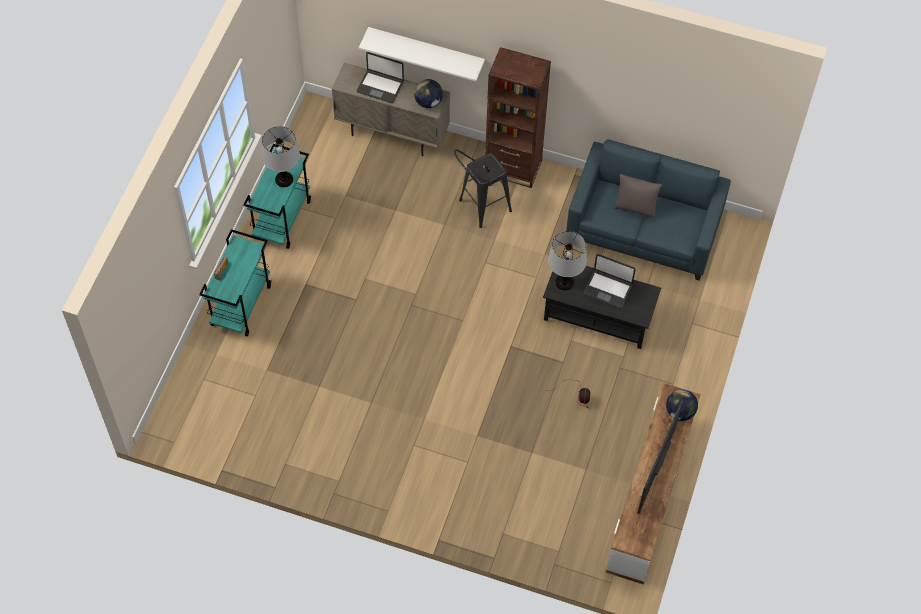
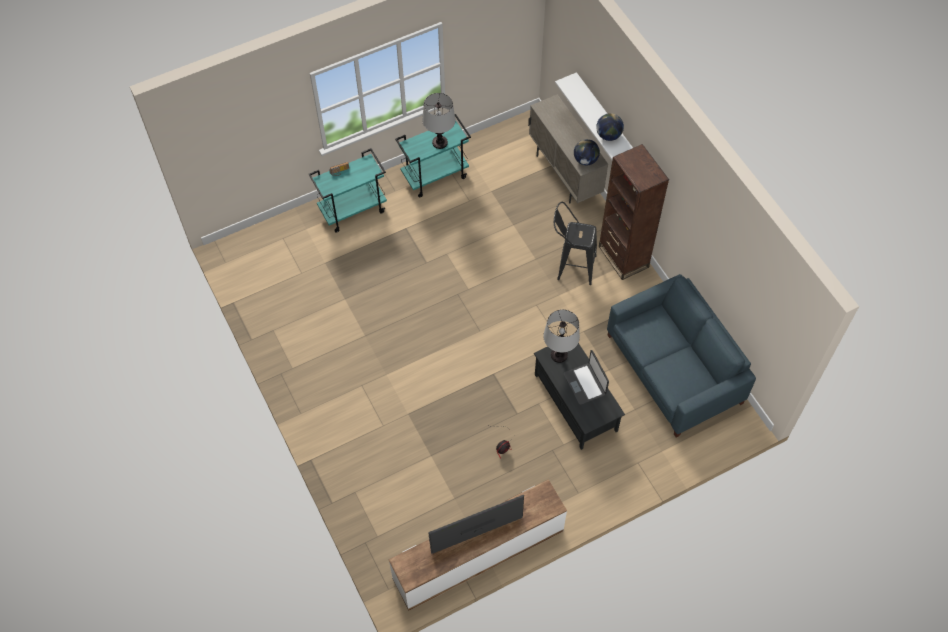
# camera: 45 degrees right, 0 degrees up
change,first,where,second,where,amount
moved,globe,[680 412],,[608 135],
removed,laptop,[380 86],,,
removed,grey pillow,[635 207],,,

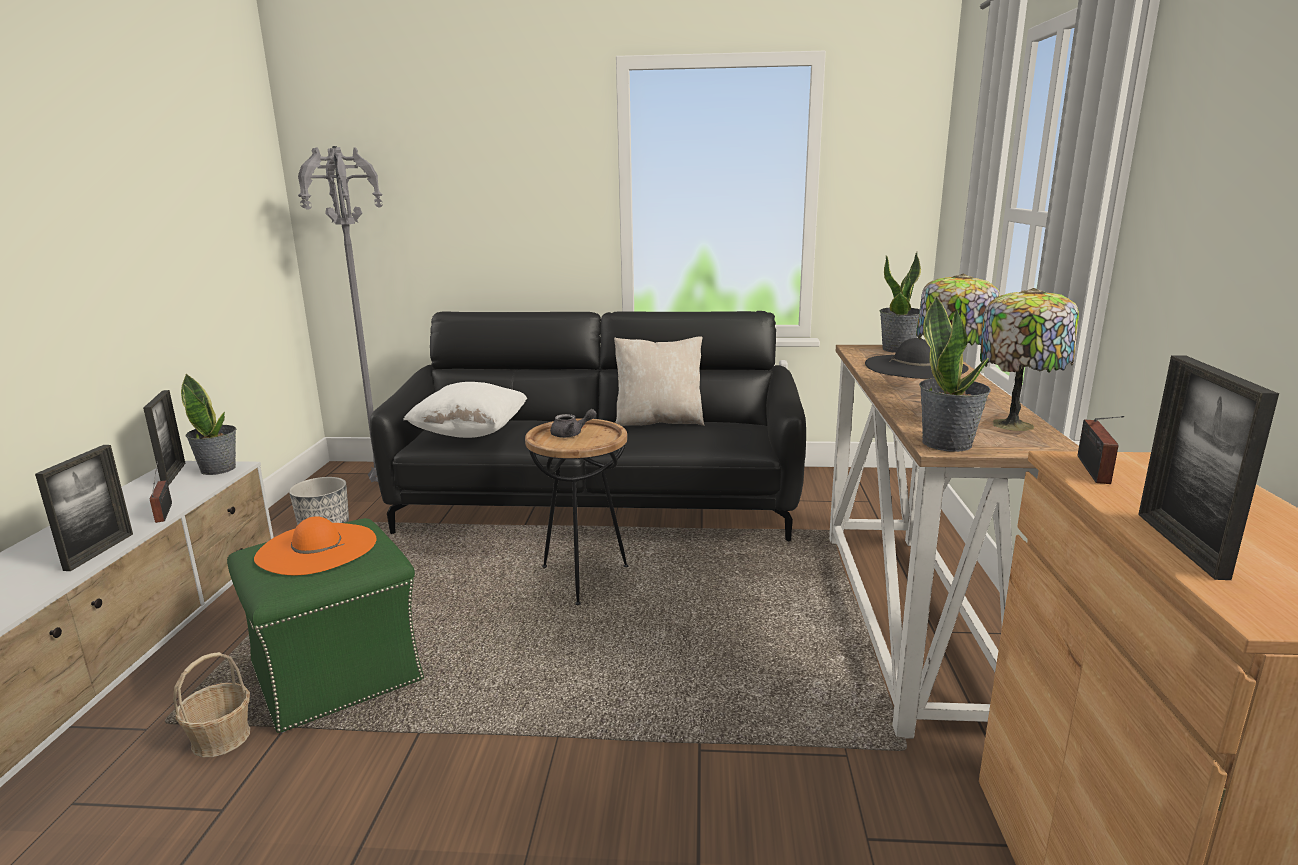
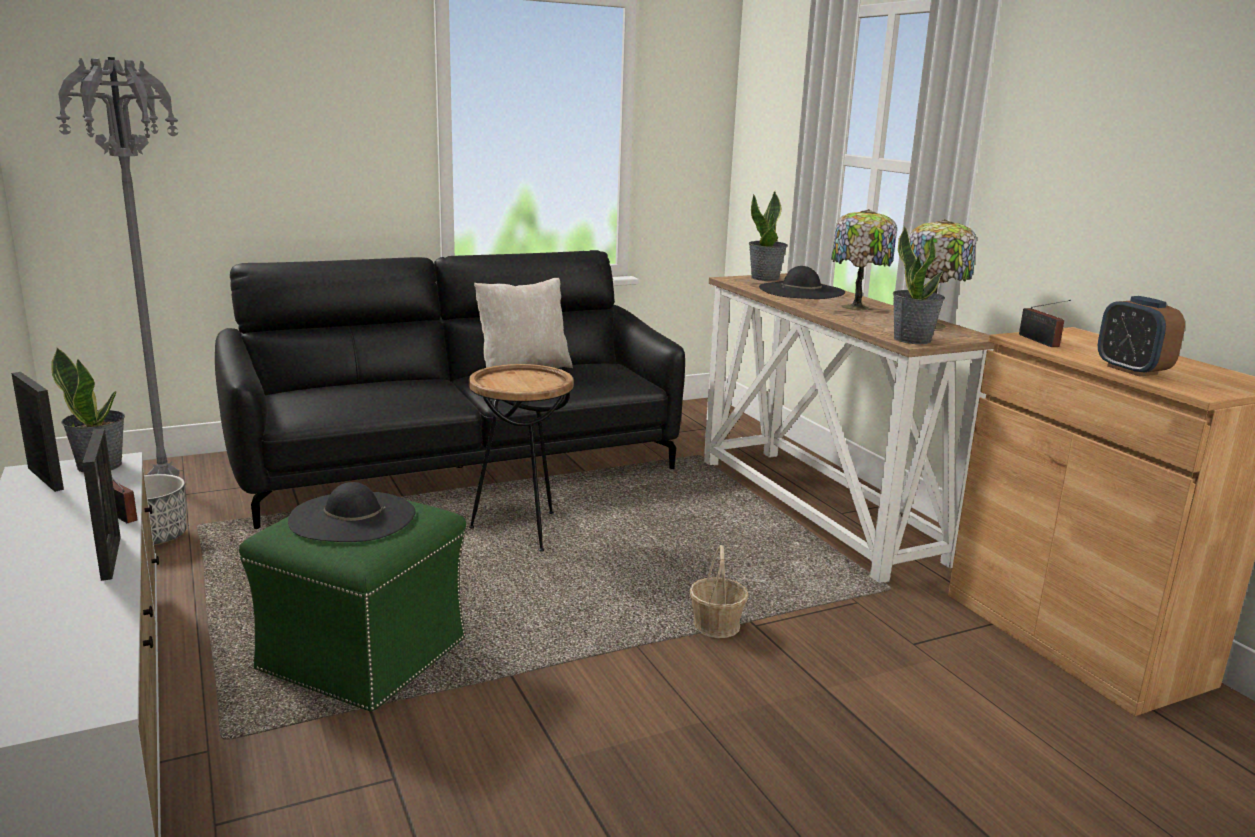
# camera: 30 degrees left, 0 degrees up
change,first,where,second,where,amount
recoloured,orange hat,[316 548],black hat,[352 517],
moved,basket,[221 738],,[716 625],
replaced,picture frame,[1180 544],alarm clock,[1132 370],
removed,white pillow,[470 433],,,
removed,grey teapot,[571 434],,,

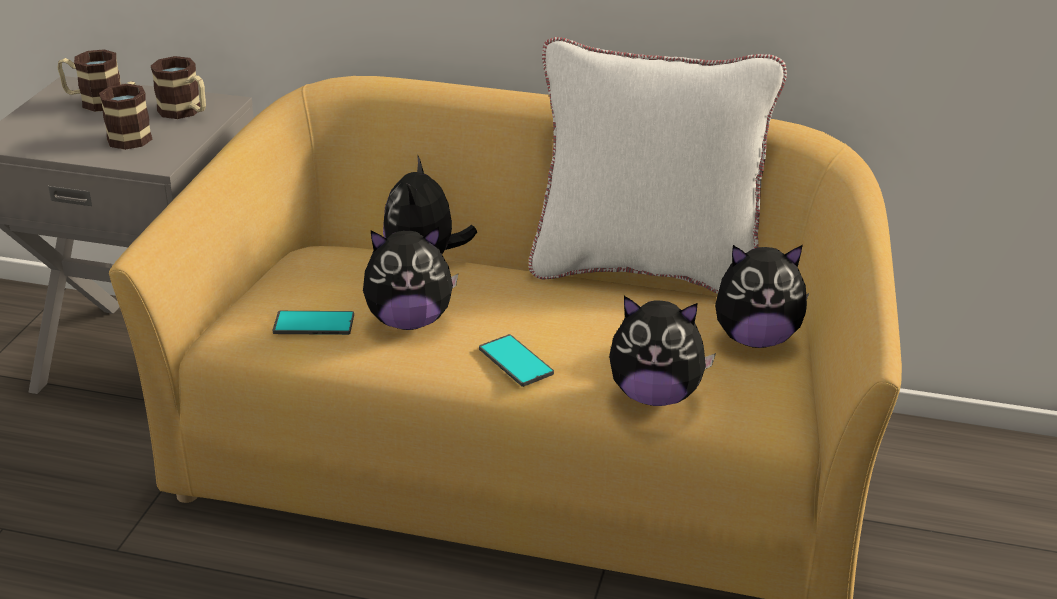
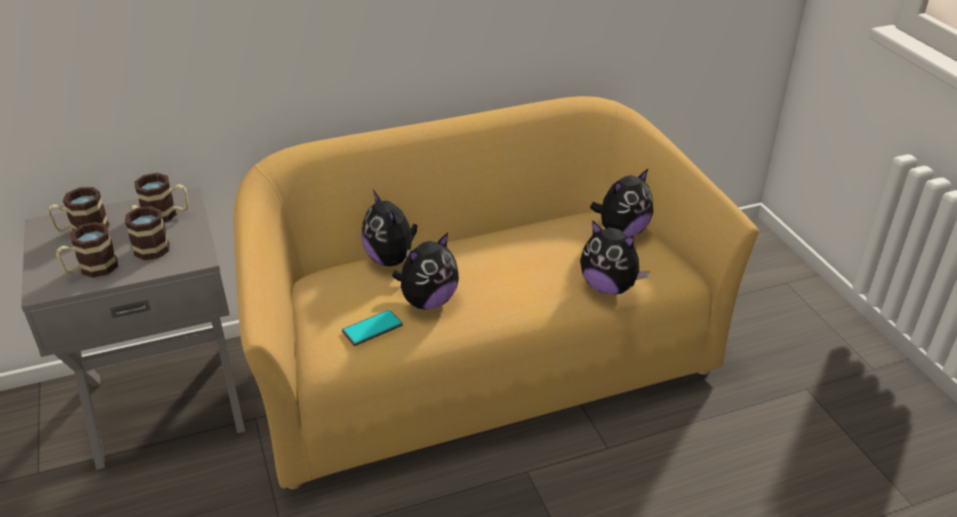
# camera: 35 degrees left, 5 degrees up
change,first,where,second,where,amount
added,,,mug,[91 269],
turned,plush toy,[656 396],,[609 287],60 degrees clockwise
removed,phone,[515 361],,,
removed,white pillow,[648 270],,,

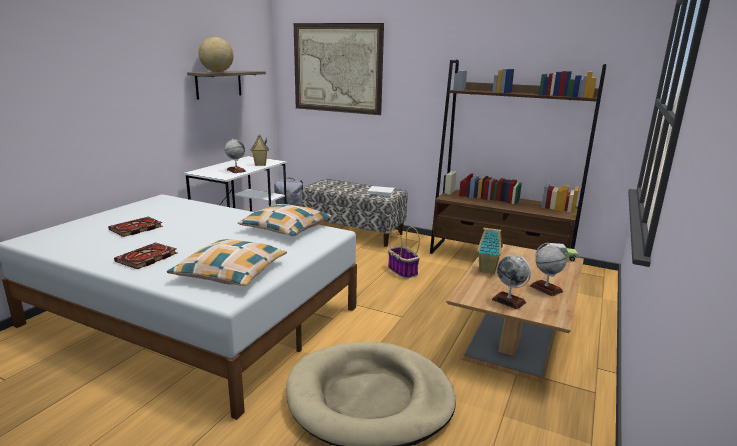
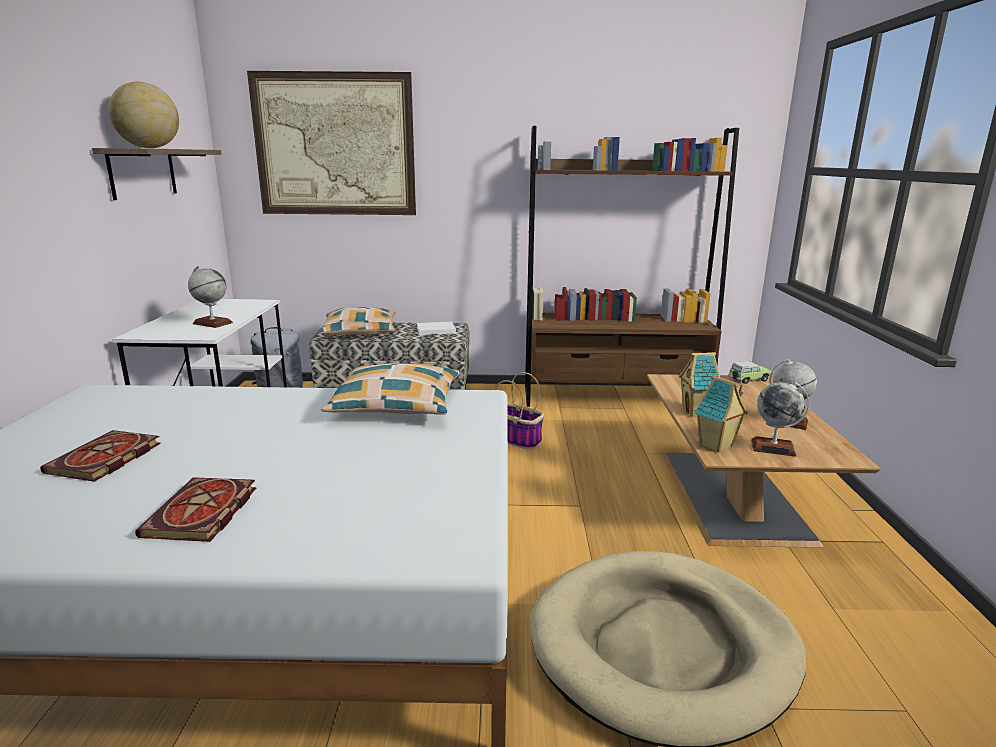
# camera: 25 degrees left, 0 degrees up
change,first,where,second,where,amount
moved,pillow,[231 272],,[359 332],
moved,toy house,[260 165],,[716 446],

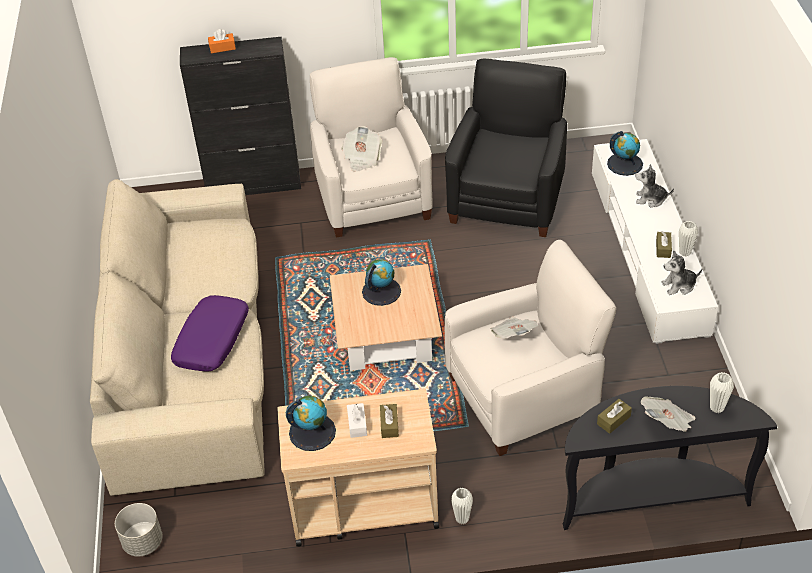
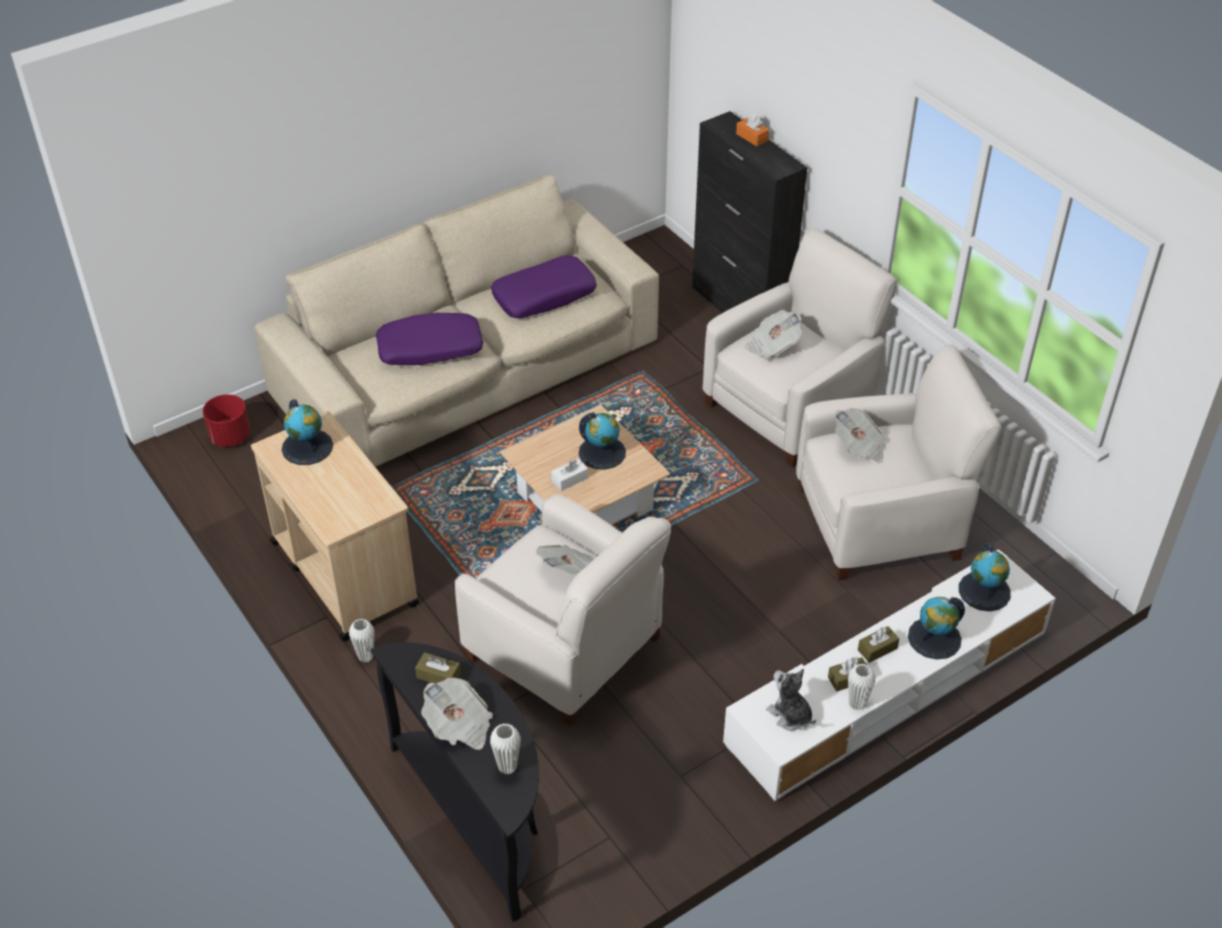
# camera: 60 degrees right, 0 degrees up
change,first,where,second,where,amount
recoloured,grey planter,[143 542],red planter,[230 437],
added,,,purple pillow,[544 295],
moved,white tissue box,[357 424],,[569 479],
recoloured,black armchair,[507 199],white armchair,[880 522],
added,,,newspaper,[859 447],
moved,brown tissue box,[389 425],,[877 649],
replaced,plush toy,[650 199],globe,[934 638],

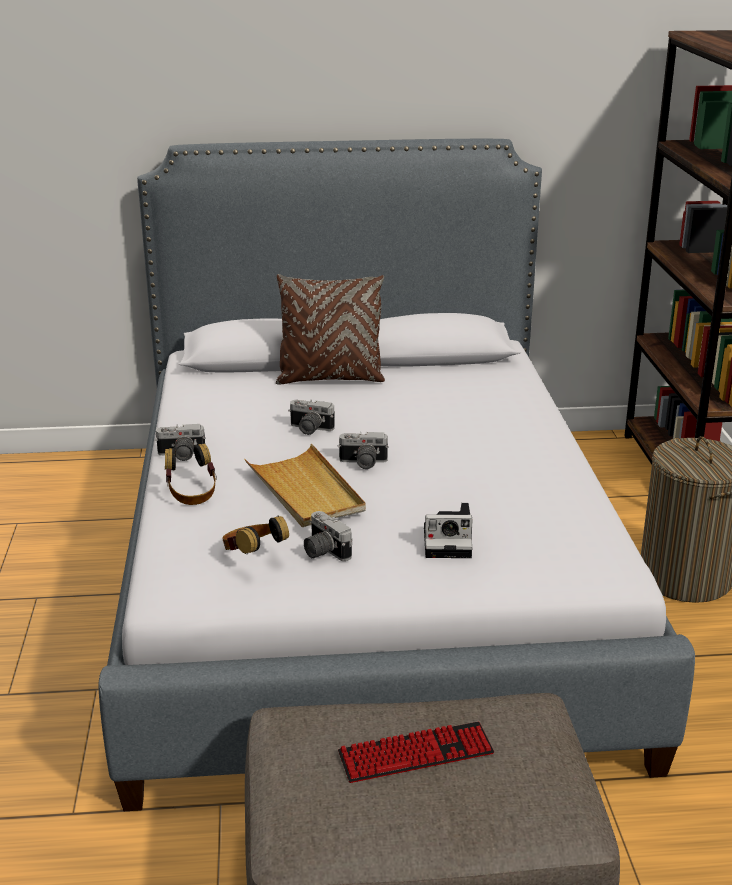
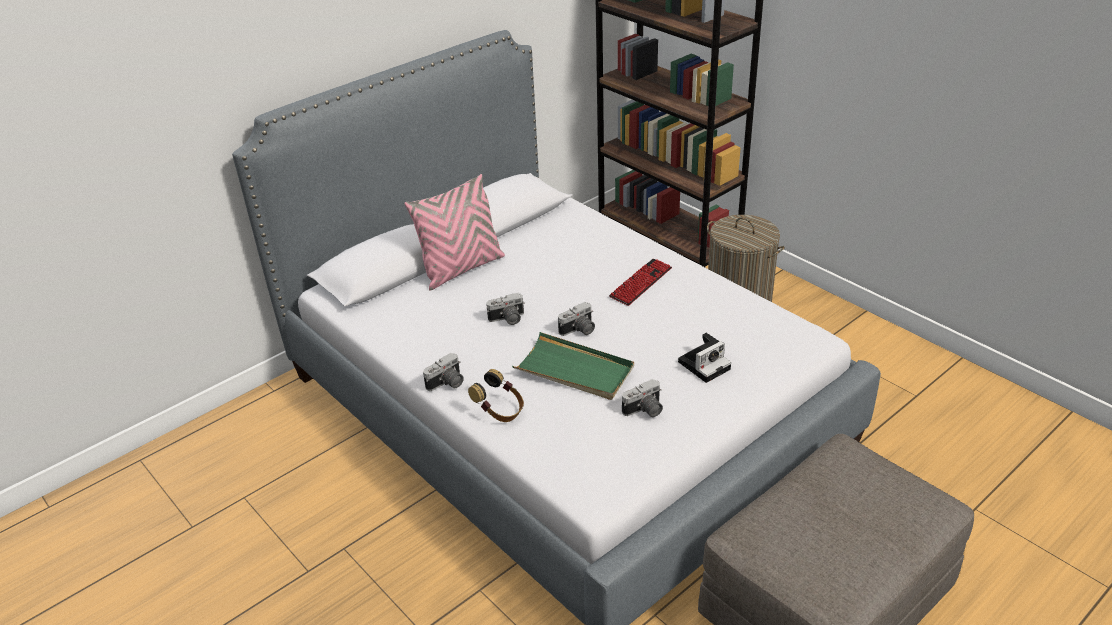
# camera: 35 degrees left, 10 degrees up
change,first,where,second,where,amount
recoloured,brown pillow,[330 378],pink pillow,[461 269],
recoloured,beige tray,[305 490],green tray,[574 370],
moved,keyboard,[416 754],,[641 283],
turned,photo camera,[323 551],,[644 411],45 degrees counterclockwise
removed,headphones,[253 556],,,

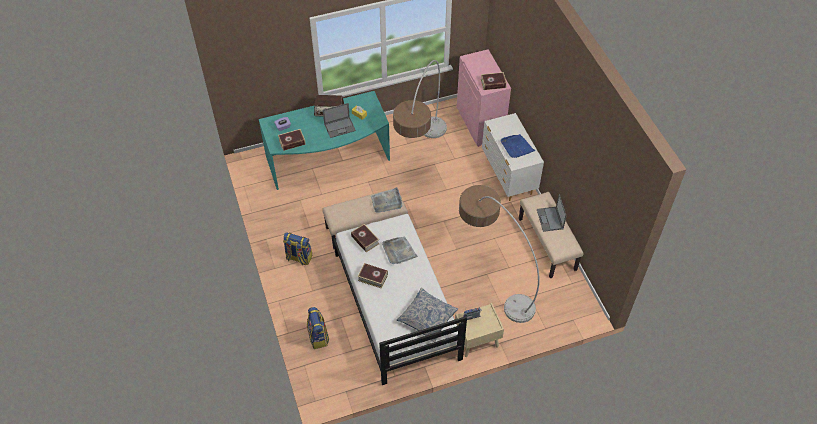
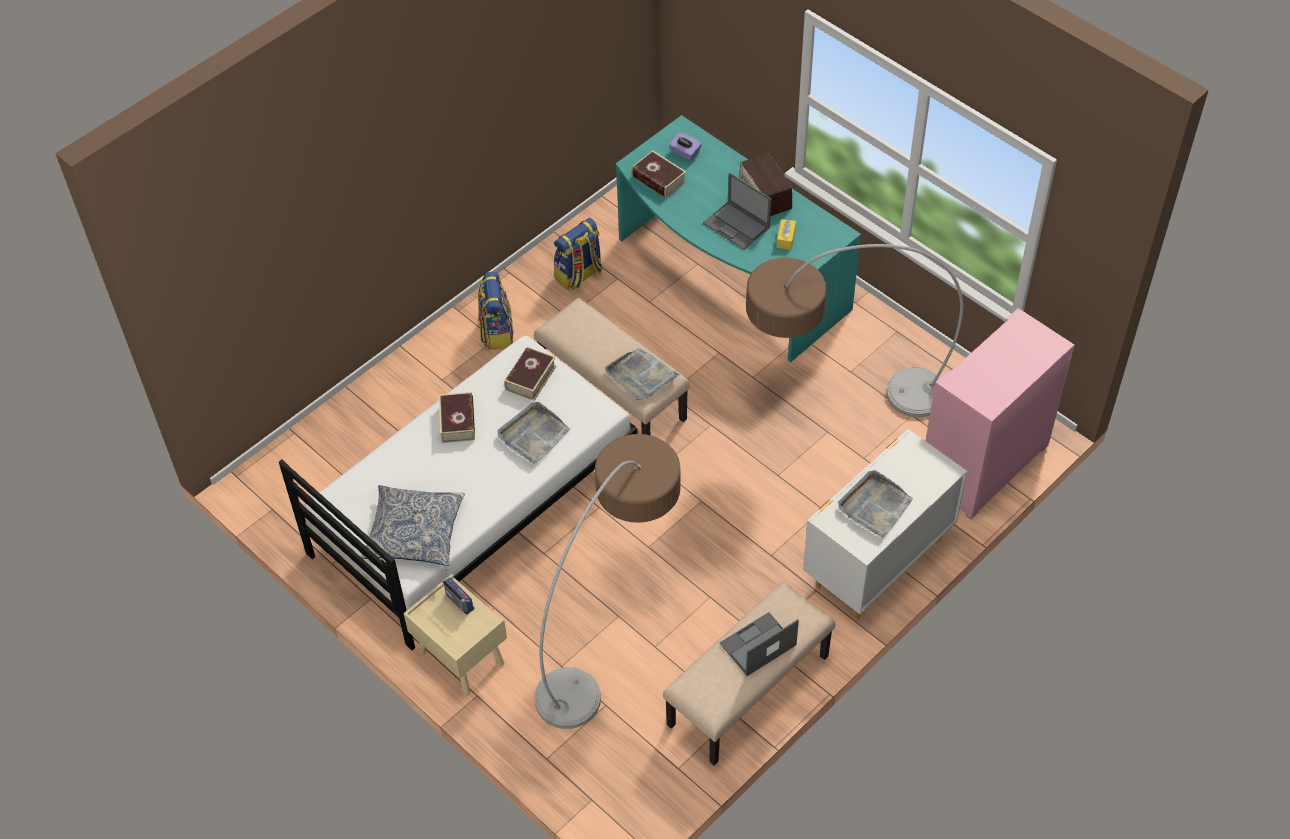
# camera: 65 degrees right, 0 degrees up
change,first,where,second,where,amount
moved,backpack,[318 337],,[579 275],
recoloured,blue tray,[516 147],grey tray,[874 506],
removed,book,[493 83],,,

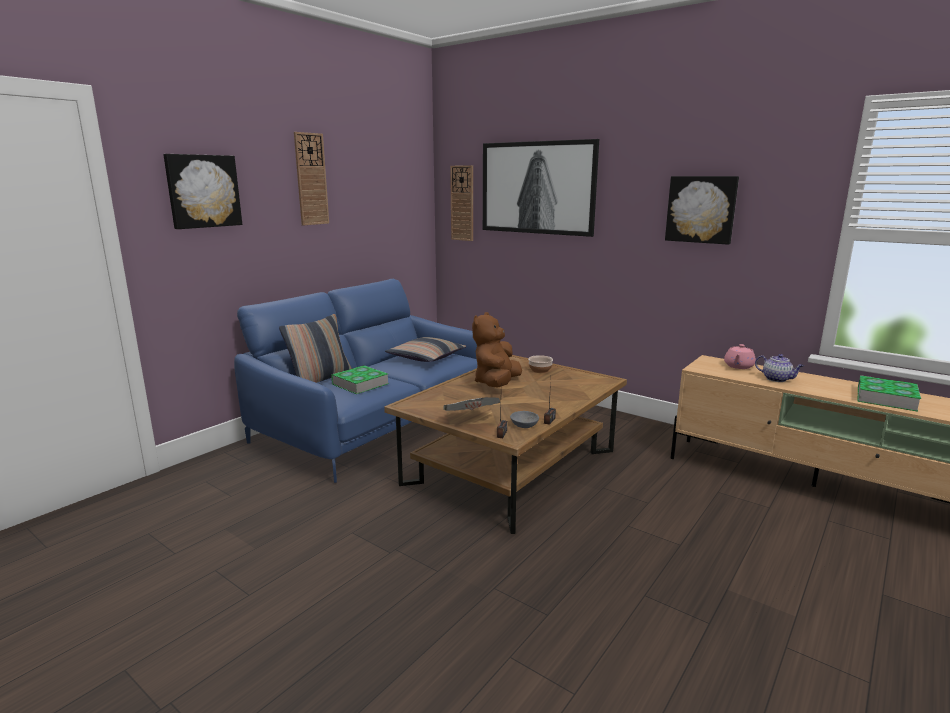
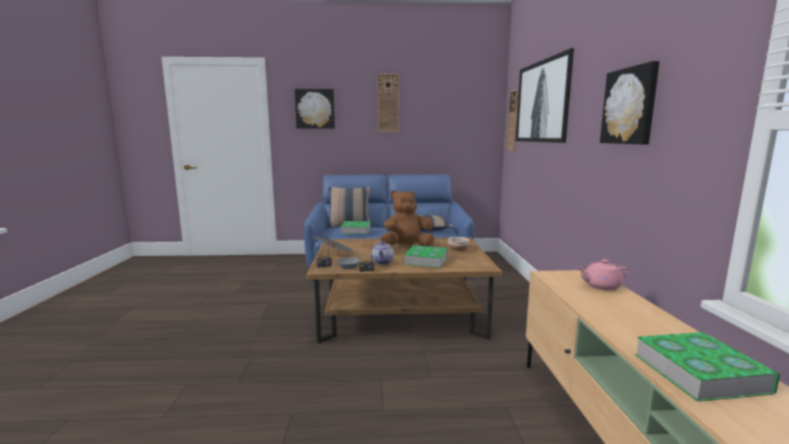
# camera: 50 degrees right, 5 degrees down
change,first,where,second,where,amount
moved,teapot,[777 379],,[382 262],
added,,,book,[426 260],

